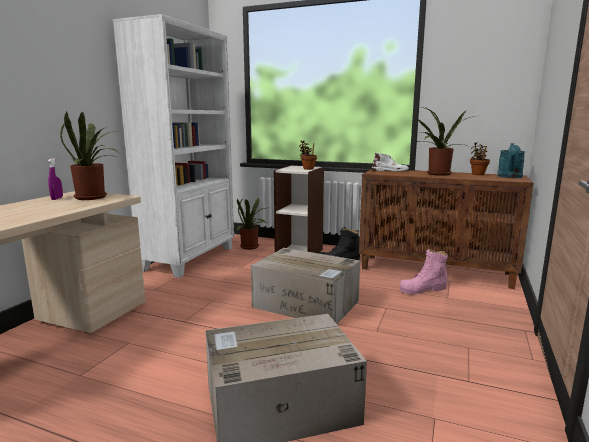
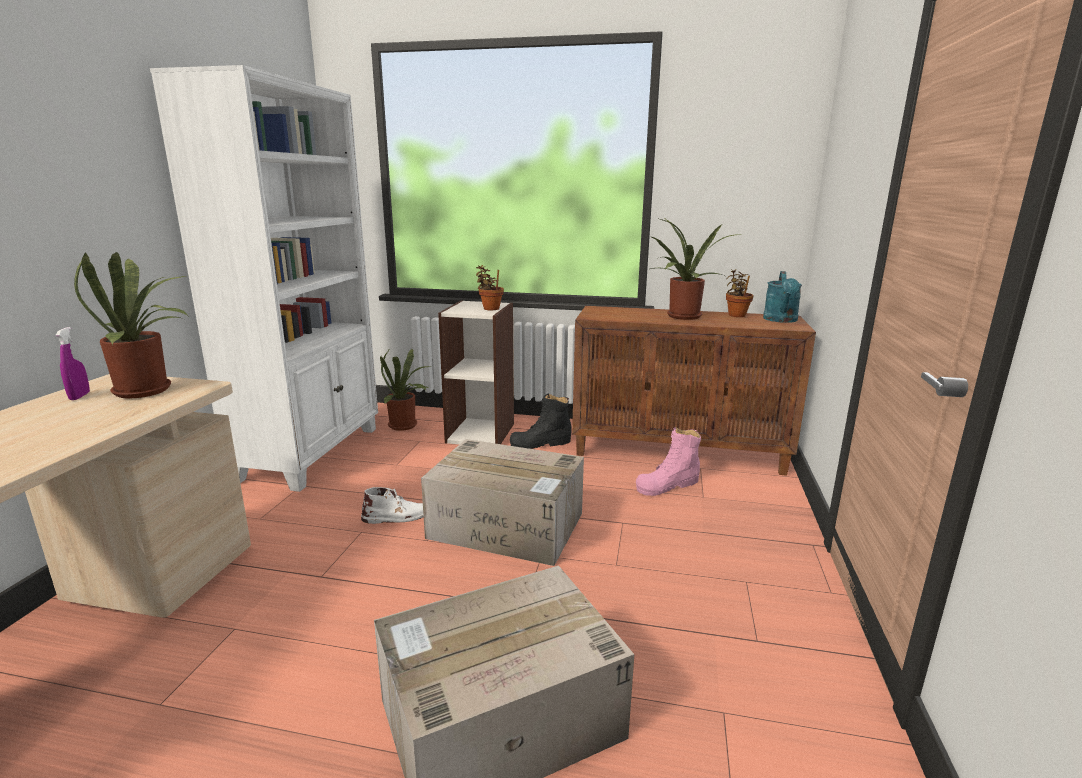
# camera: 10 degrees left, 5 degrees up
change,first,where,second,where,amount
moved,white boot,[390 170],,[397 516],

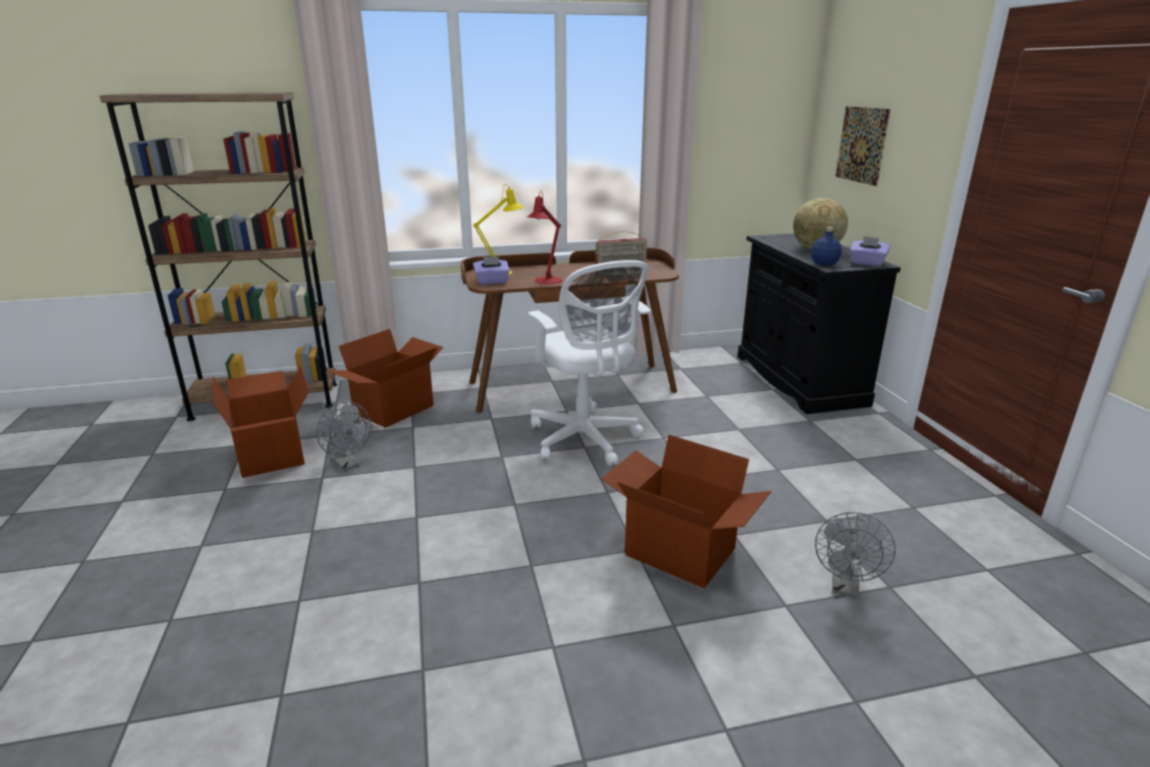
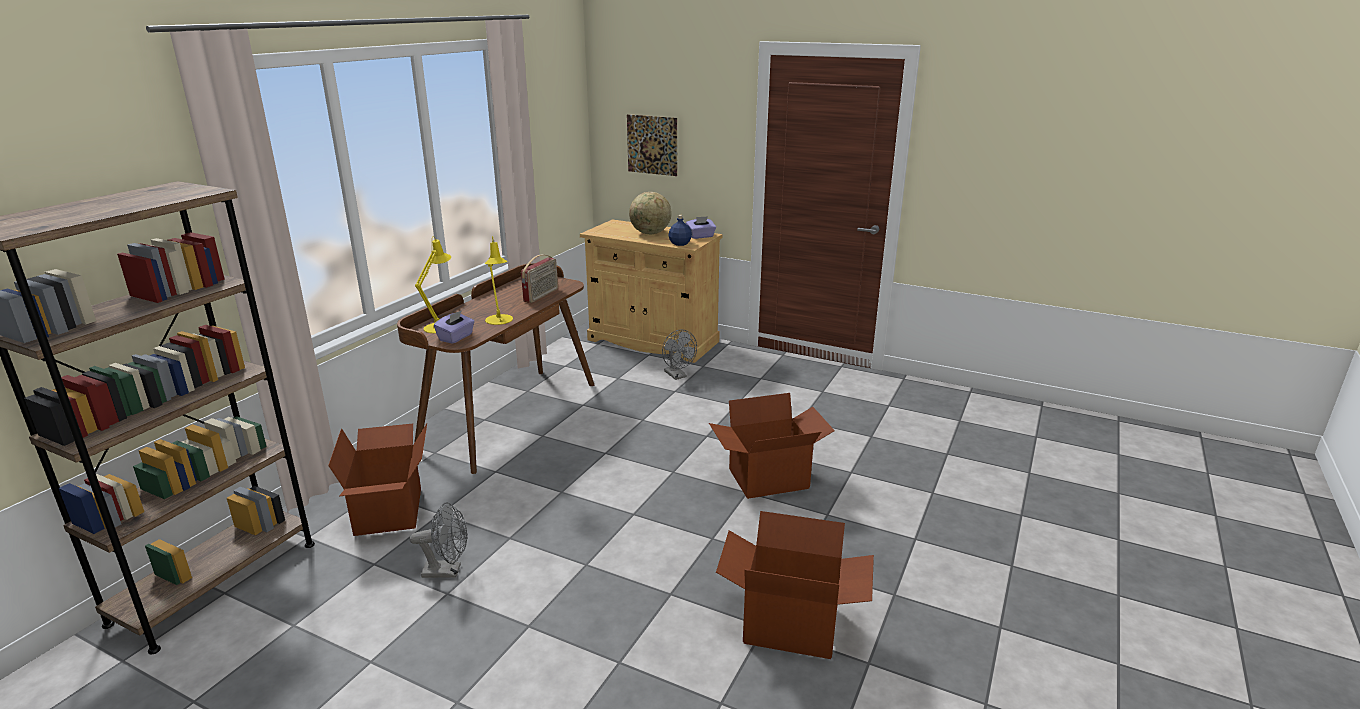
# camera: 50 degrees left, 0 degrees up
change,first,where,second,where,amount
recoloured,red table lamp,[546 281],yellow table lamp,[499 321],
recoloured,black cabinet,[798 379],beige cabinet,[652 341],
moved,grey fan,[845 587],,[677 376],
moved,cardboard box,[273 454],,[791 624],
removed,white office chair,[585 440],,,

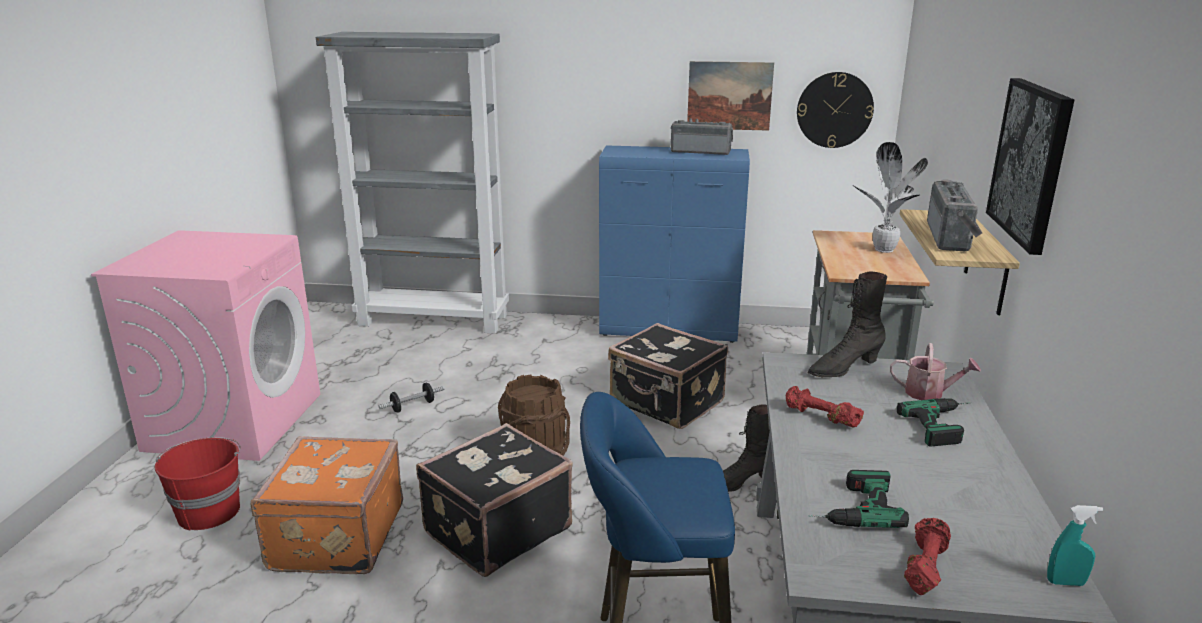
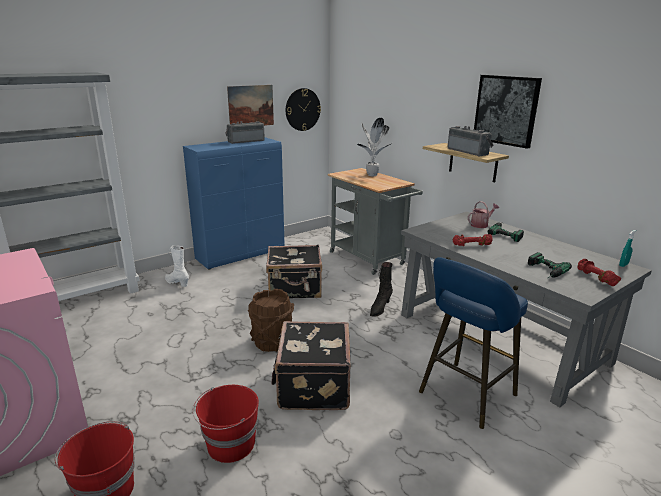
# camera: 45 degrees left, 0 degrees up
change,first,where,second,where,amount
added,,,white boot,[177 283],
replaced,orange suitcase,[335 537],red bucket,[230 445],
removed,dumbbell,[412 406],,,
removed,black boot,[844 368],,,

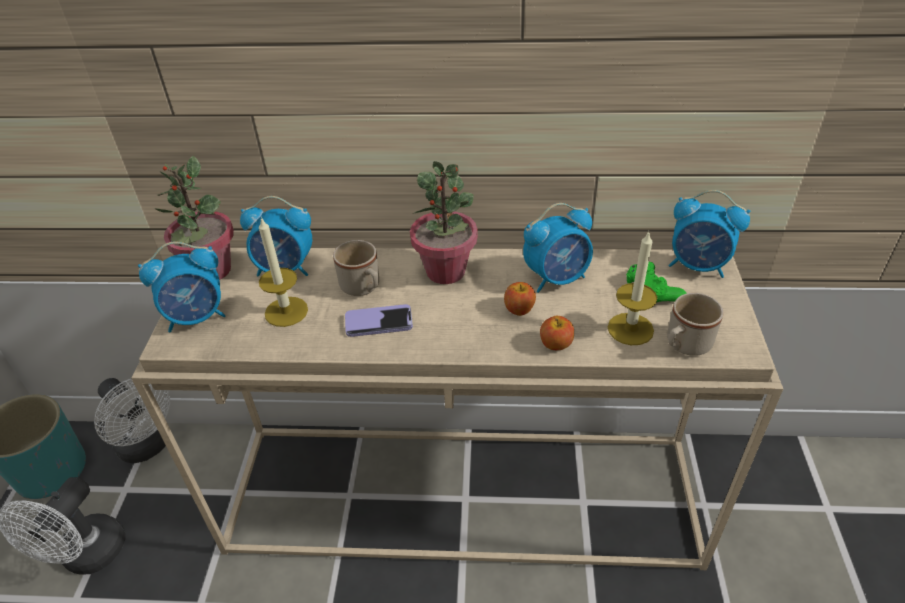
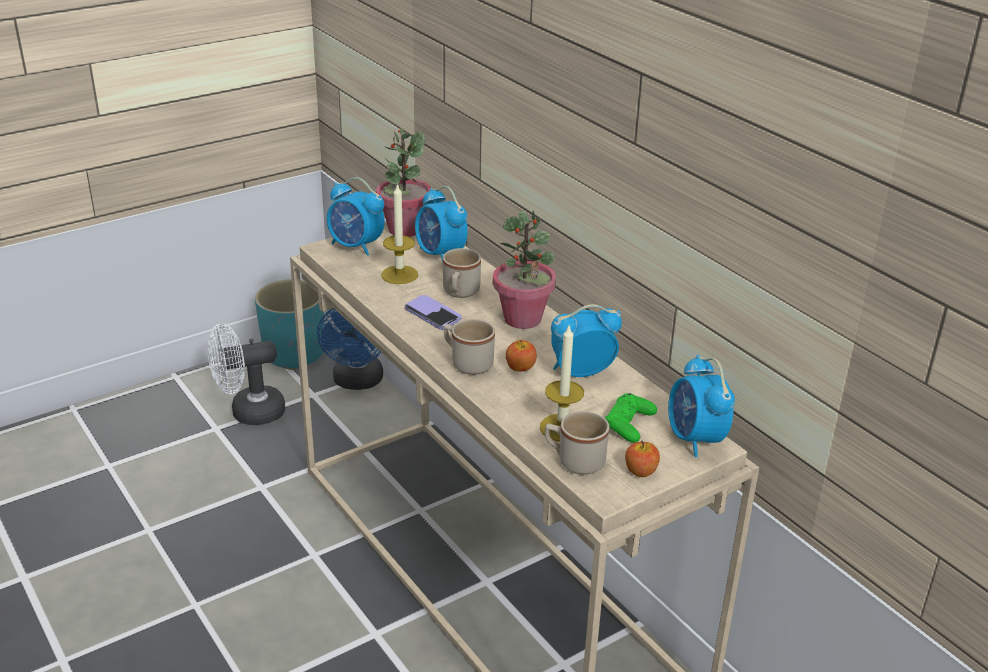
# camera: 50 degrees right, 10 degrees down
change,first,where,second,where,amount
recoloured,white fan,[148 446],blue fan,[357 382],
added,,,beige mug,[467 363],
turned,alarm clock,[557 278],,[580 372],135 degrees clockwise
moved,apple,[556 344],,[640 471],

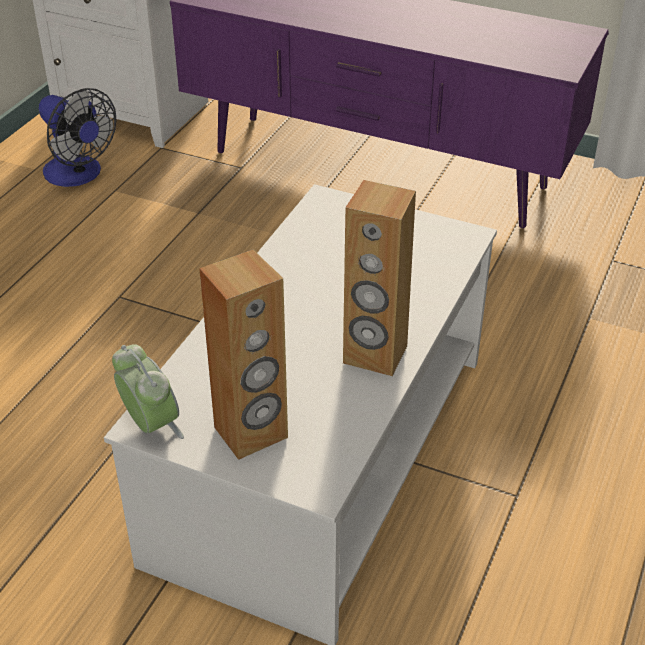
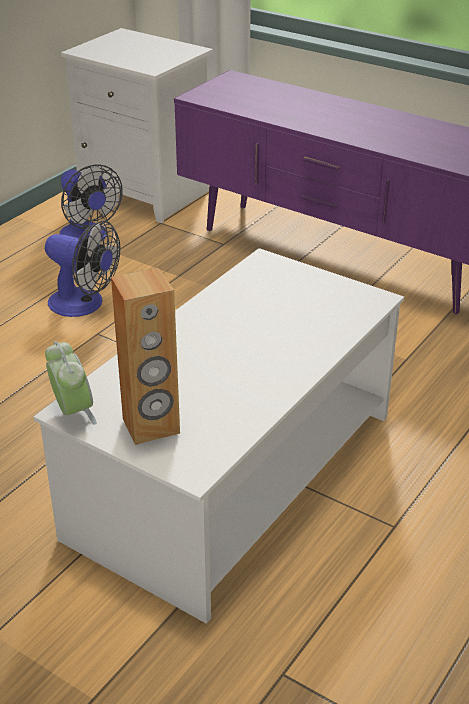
# camera: 10 degrees right, 5 degrees down
change,first,where,second,where,amount
added,,,fan,[84 305],
removed,brown speaker,[374 355],,,

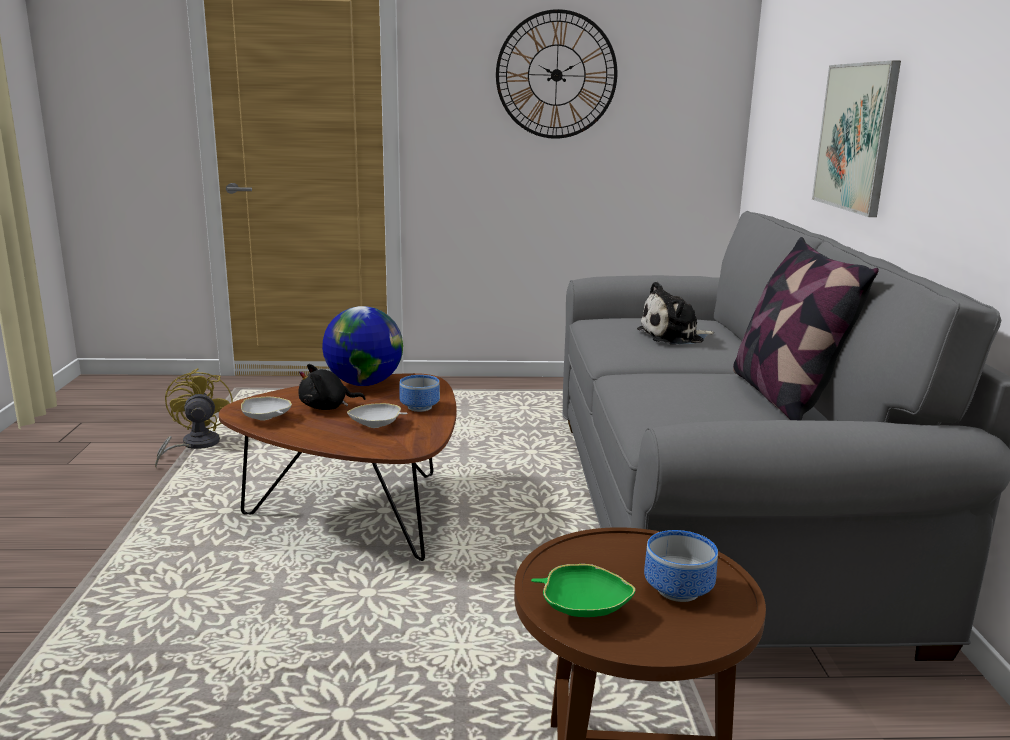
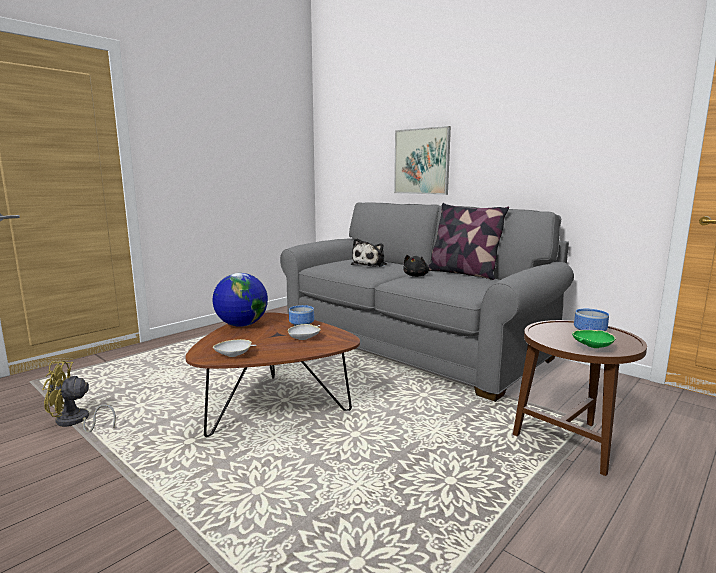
# camera: 45 degrees left, 5 degrees down
change,first,where,second,where,amount
turned,yellow fan,[194 446],,[76 422],45 degrees counterclockwise
moved,black plush toy,[327 407],,[416 276],
removed,wall clock,[556 75],,,

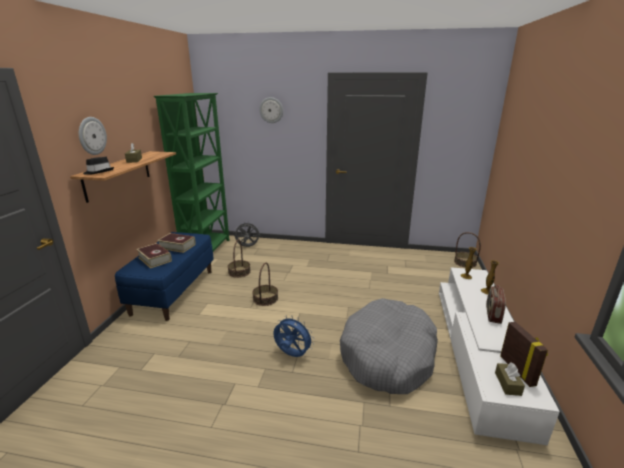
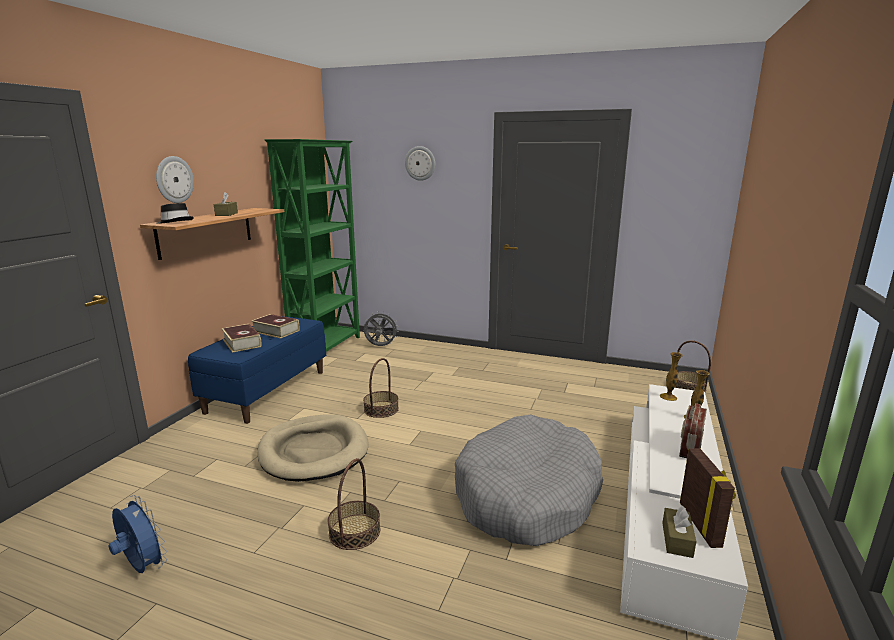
# camera: 10 degrees right, 5 degrees down
change,first,where,second,where,amount
moved,blue fan,[292 355],,[142 568],
added,,,beige dog bed,[314 451],
moved,basket,[239 272],,[354 531],

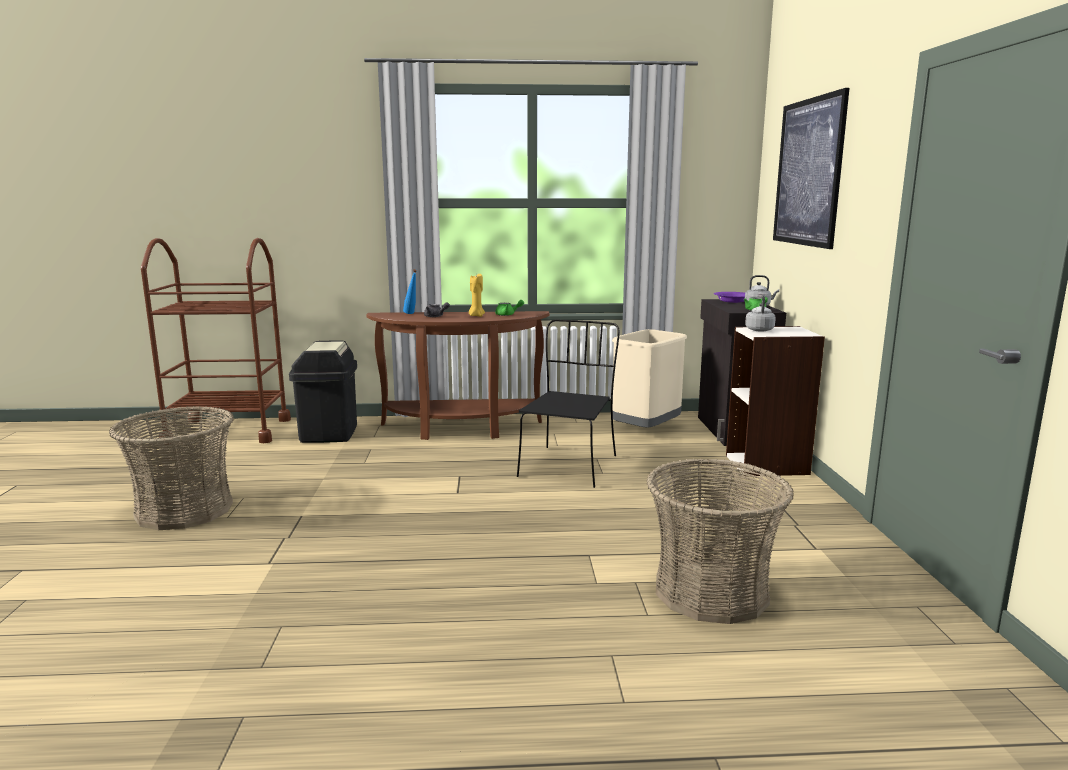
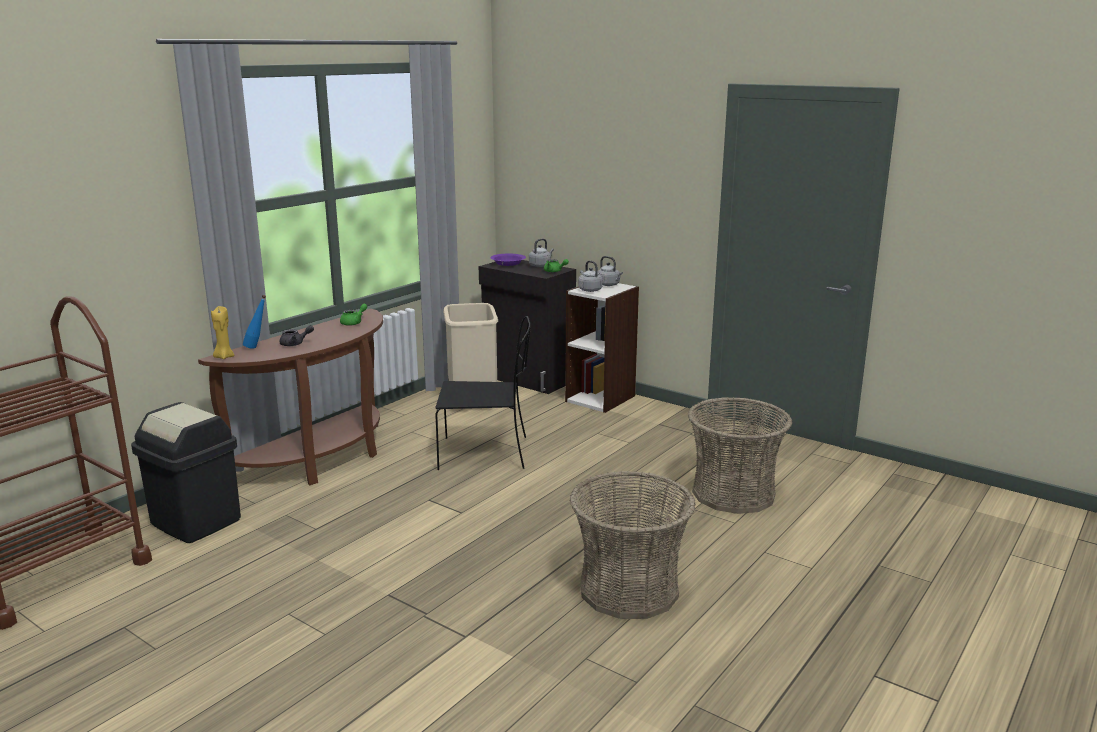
# camera: 50 degrees left, 5 degrees up
change,first,where,second,where,amount
moved,yellow candle,[476 316],,[224 357],
turned,black chair,[569 465],,[486 453],120 degrees clockwise
moved,basket,[184 510],,[628 589],
added,,,grey kettle,[609 285],
removed,picture,[808 172],,,

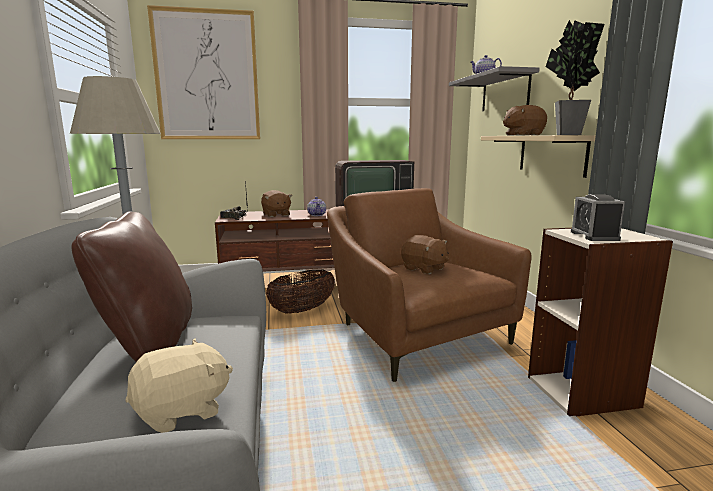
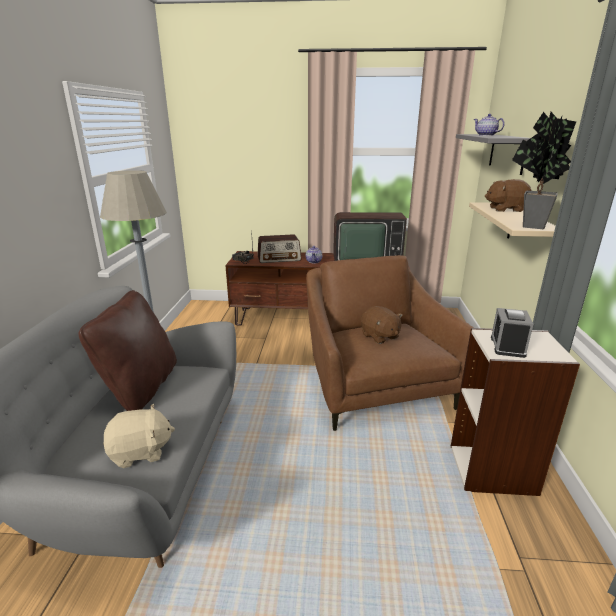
# camera: 15 degrees right, 10 degrees up
change,first,where,second,where,amount
replaced,brown plush toy,[276 215],radio,[279 258],
removed,picture,[207 76],,,
removed,basket,[302 310],,,

